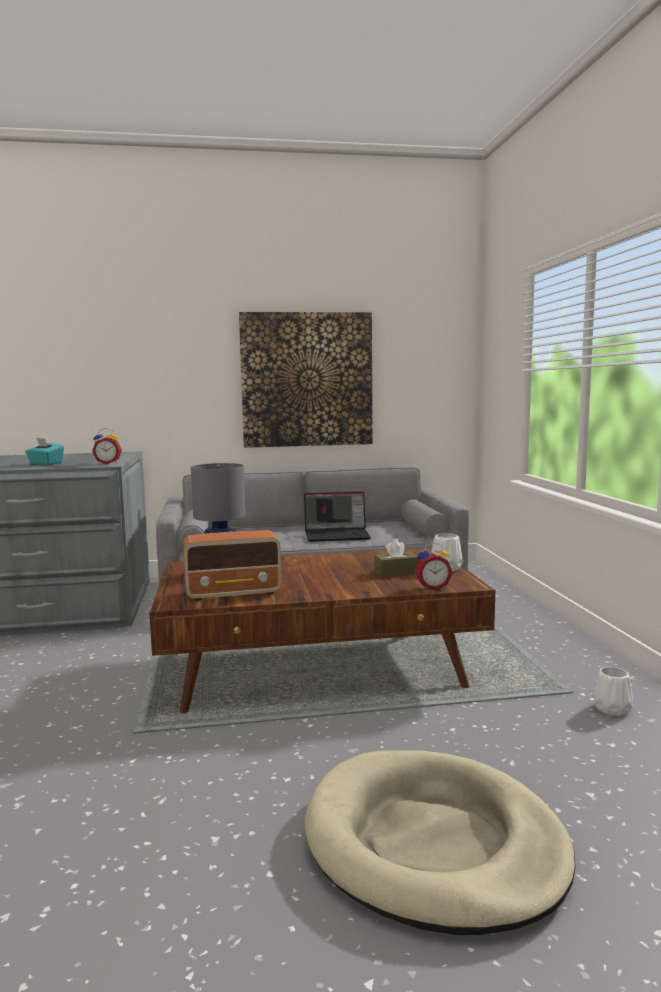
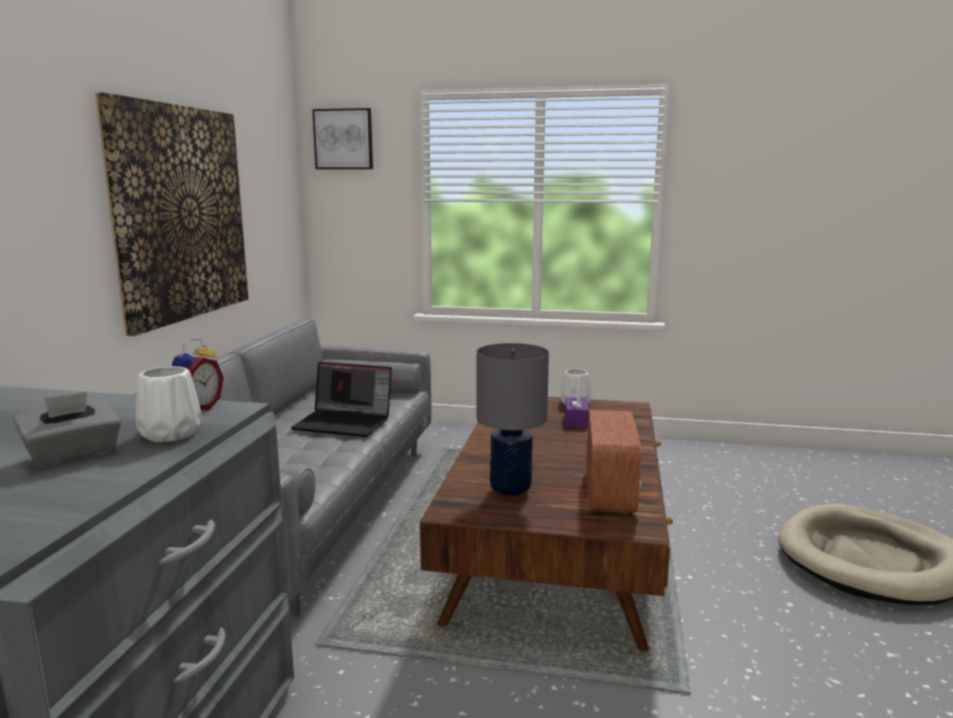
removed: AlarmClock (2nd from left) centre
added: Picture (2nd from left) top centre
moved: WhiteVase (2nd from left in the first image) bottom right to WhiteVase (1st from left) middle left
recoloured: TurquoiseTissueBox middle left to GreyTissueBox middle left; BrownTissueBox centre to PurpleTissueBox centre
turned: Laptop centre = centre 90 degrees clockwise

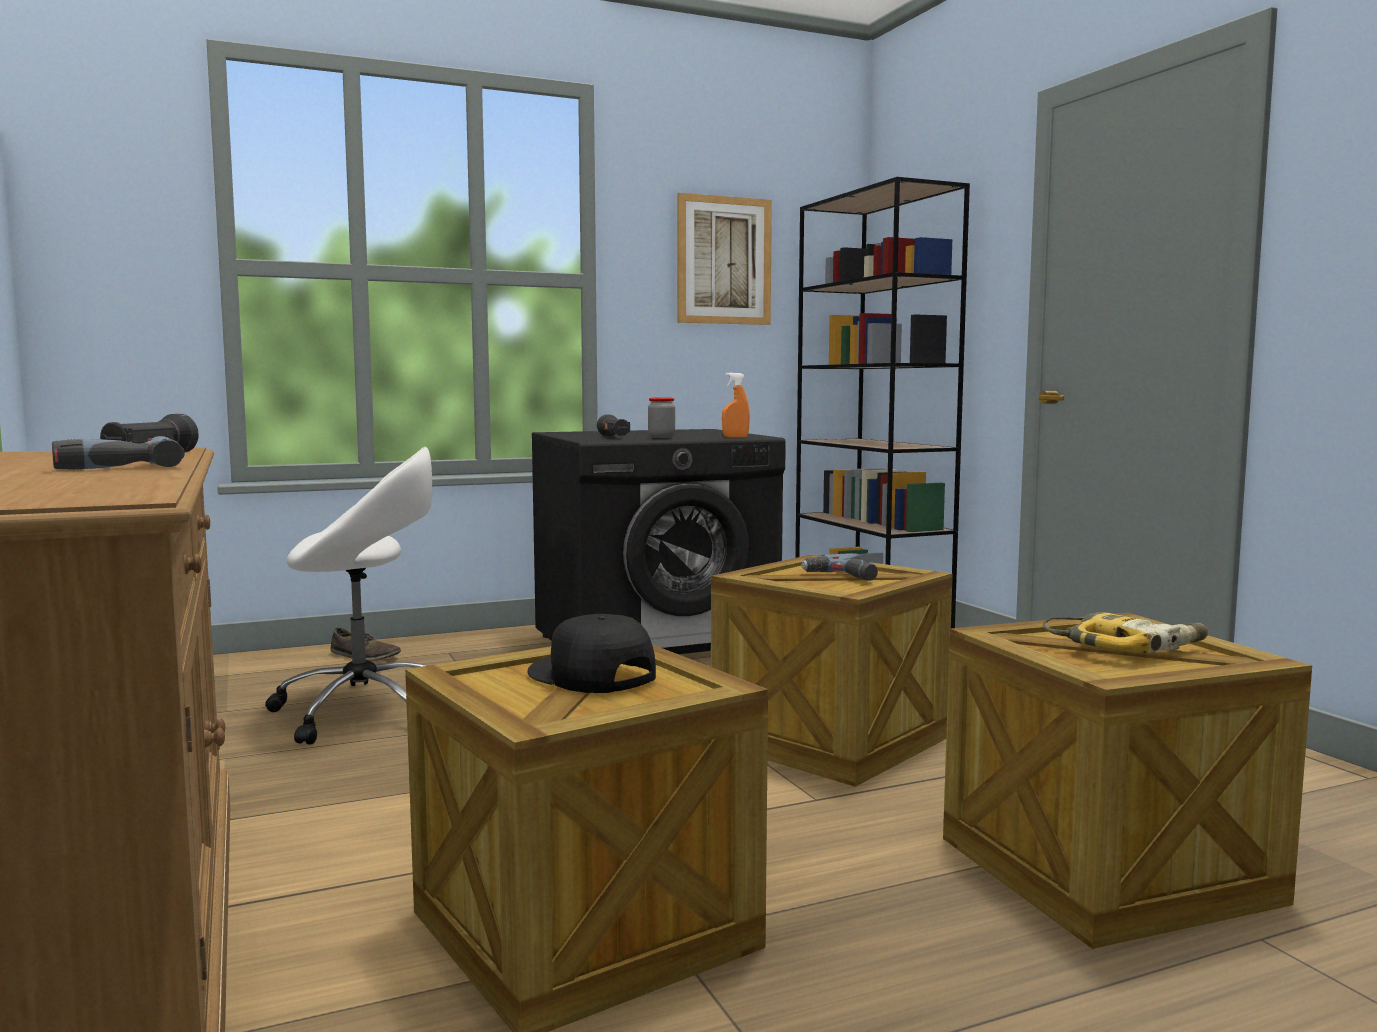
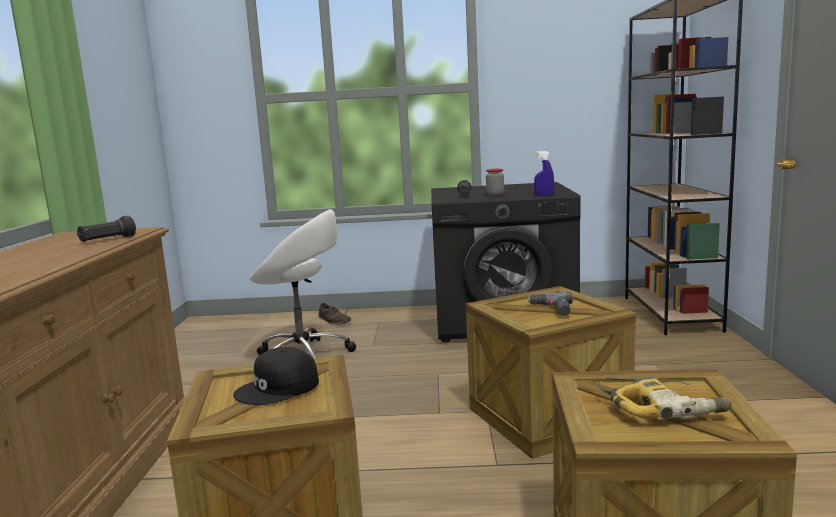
removed: PowerDrill (1st from left) middle left; Picture top centre
recoloured: OrangeSprayBottle centre to BlueSprayBottle centre
turned: BlackCap centre = bottom left 105 degrees counterclockwise

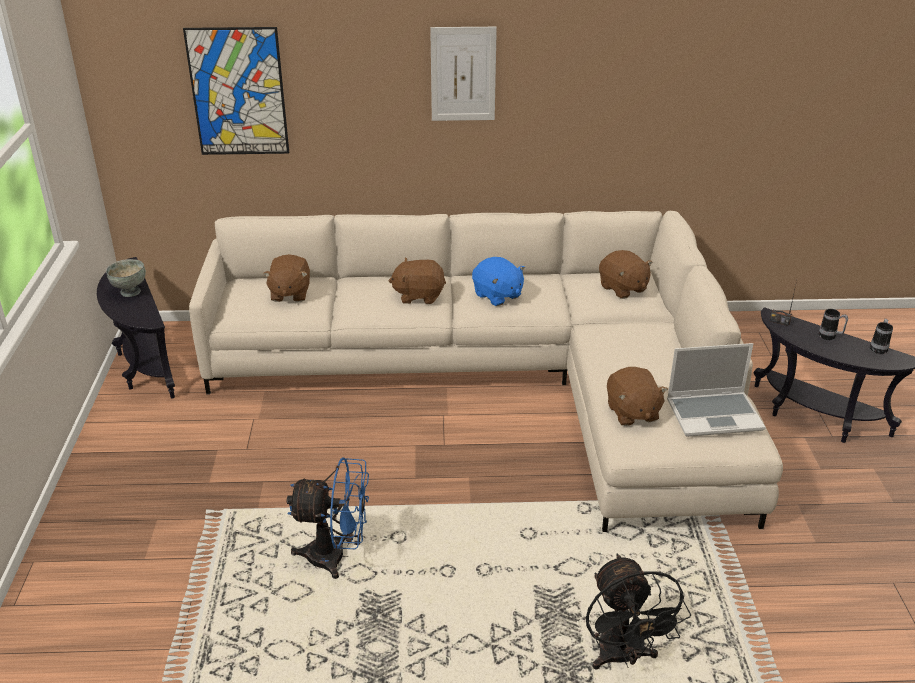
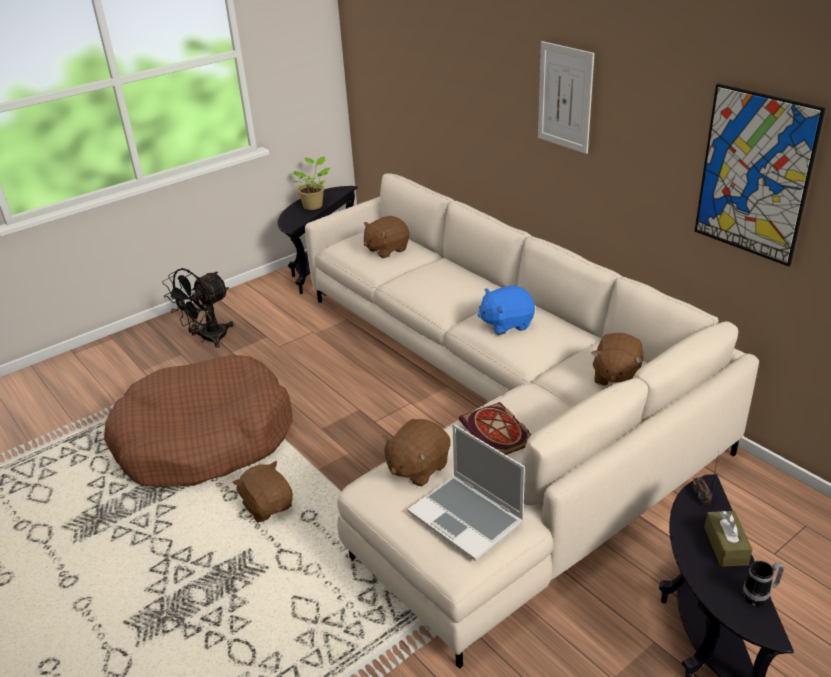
added: Book centre
moved: BlackFan bottom right to middle left; BrownPlushToy (2nd from left in the first image) centre to BrownPlushToy (1st from left) bottom left; Picture (1st from left in the first image) top left to Picture (2nd from left) top right
replaced: BlueFan bottom centre to BrownDogBed middle left; GreyBowl middle left to PottedPlant top centre; Mug (1st from left) middle right to BrownTissueBox bottom right
turned: BluePlushToy centre = centre 60 degrees clockwise

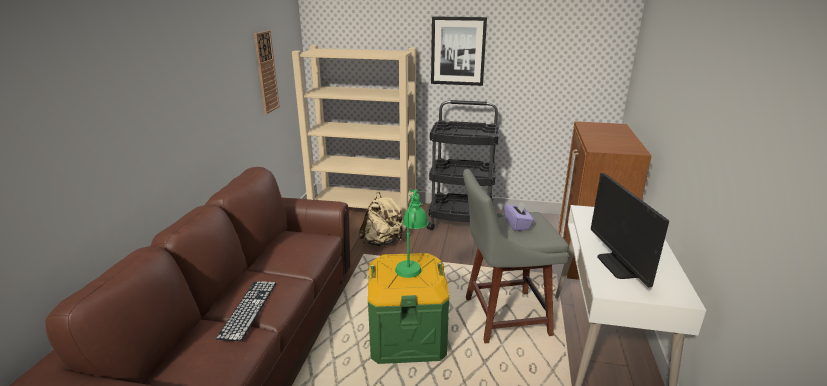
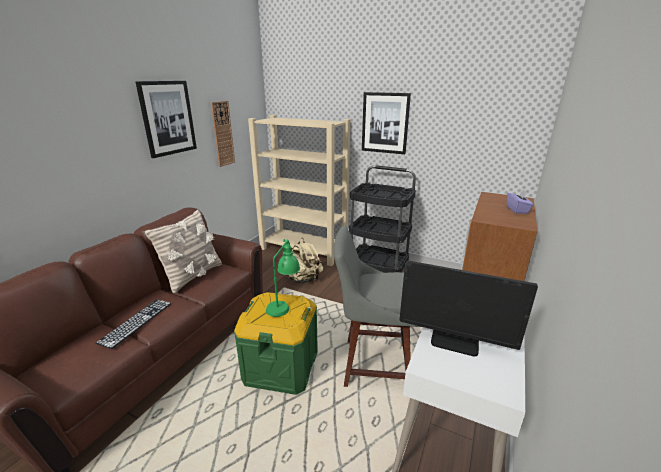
added: Picture (1st from left) top left; BeigePillow middle left
moved: PurpleTissueBox centre to middle right
turned: Monitor middle right = middle right 75 degrees counterclockwise

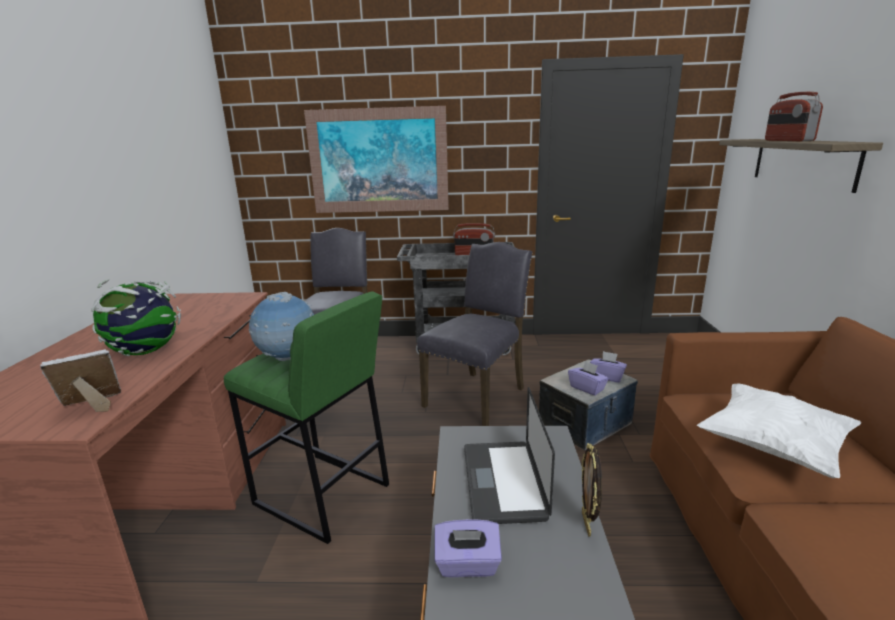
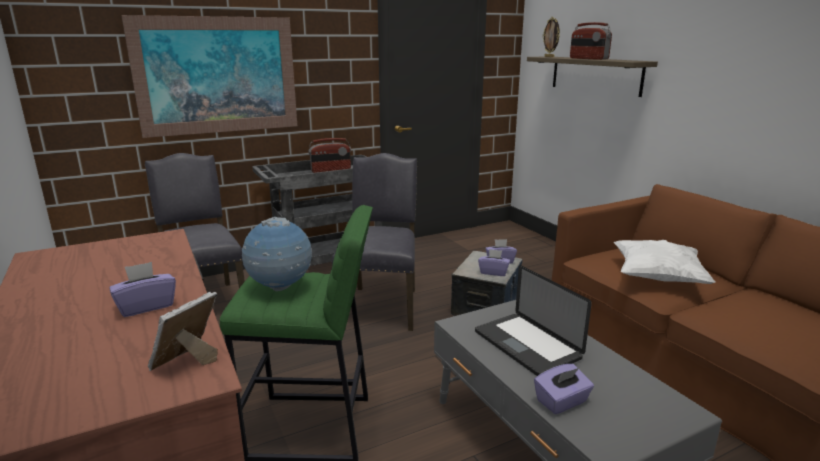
moved: PictureFrame (2nd from left) bottom centre to top right
replaced: Globe (1st from left) middle left to PurpleTissueBox (1st from left) middle left

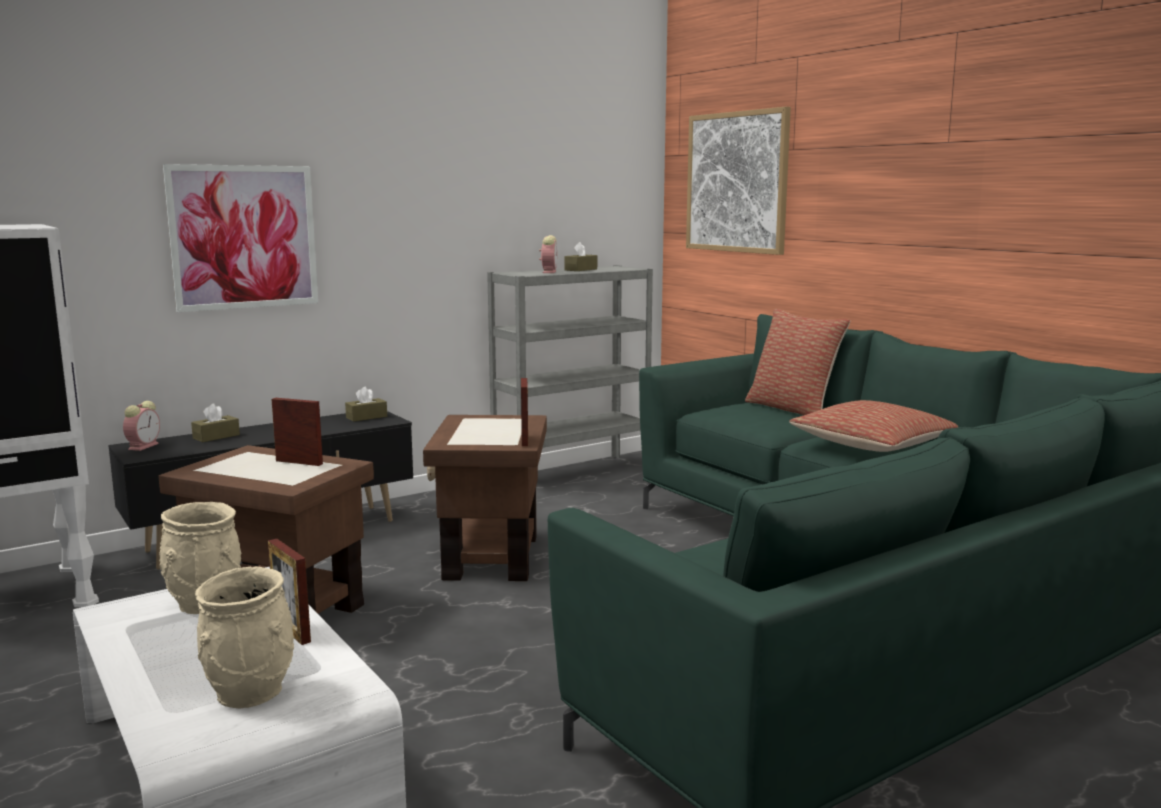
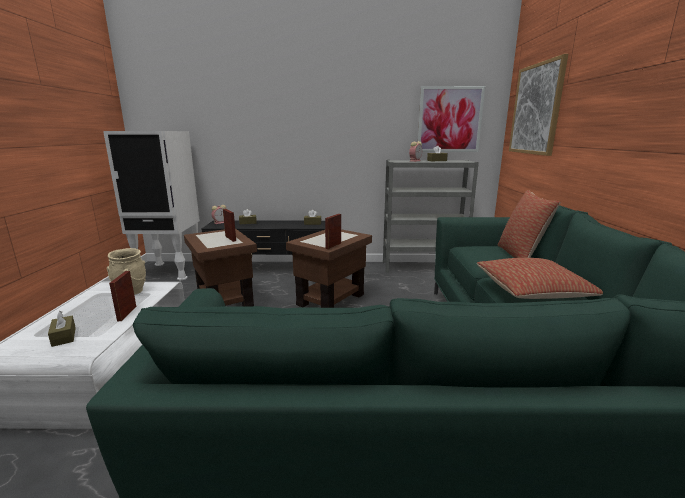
moved: Picture (1st from left) top left to top centre
replaced: BeigeVase (2nd from left) bottom left to BrownTissueBox (1st from left) middle left

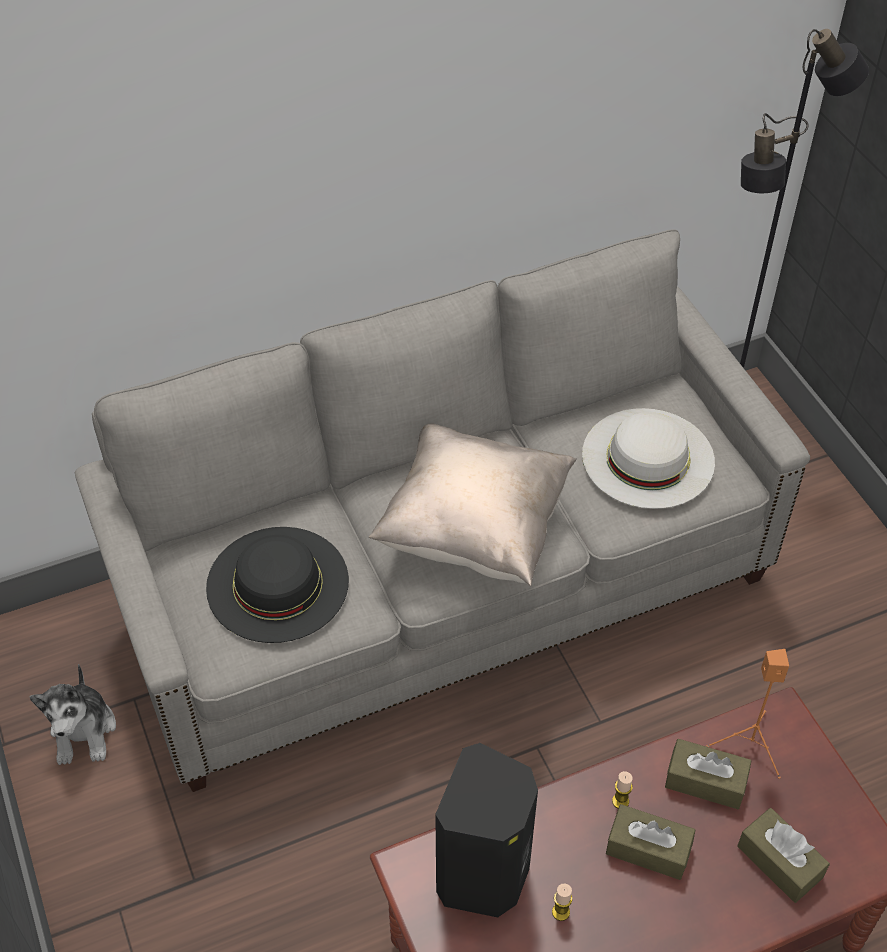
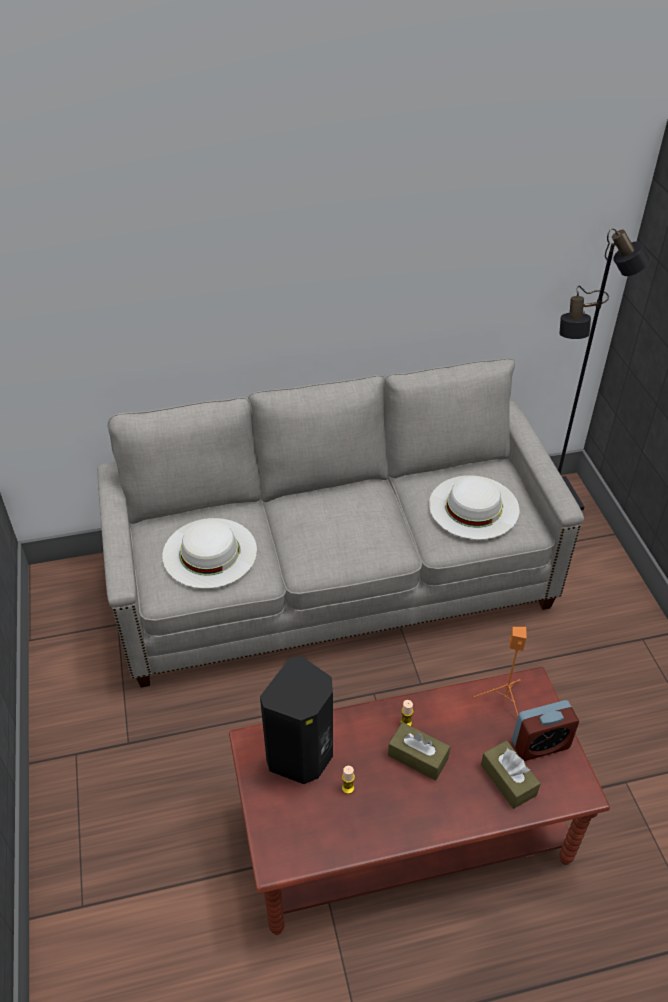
removed: PlushToy bottom left; BeigePillow centre; BrownTissueBox (2nd from left) bottom right
added: AlarmClock bottom right
recoloured: BlackHat middle left to WhiteHat (1st from left) middle left

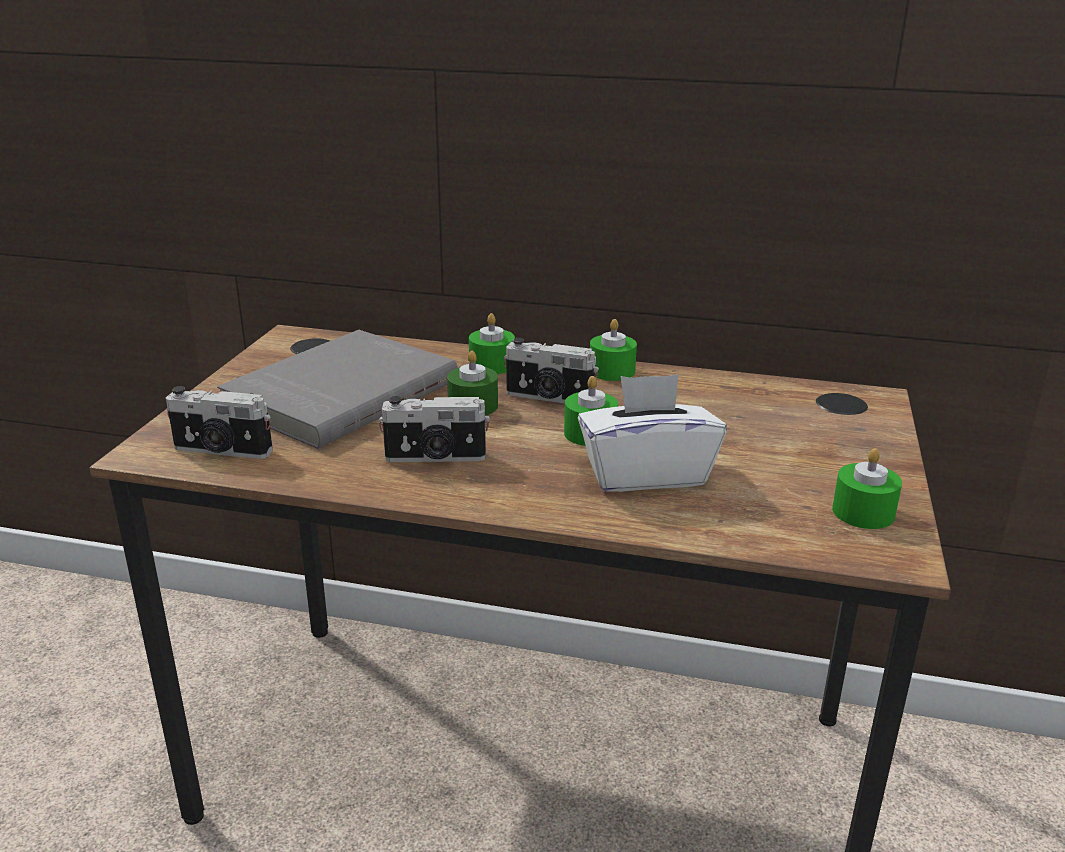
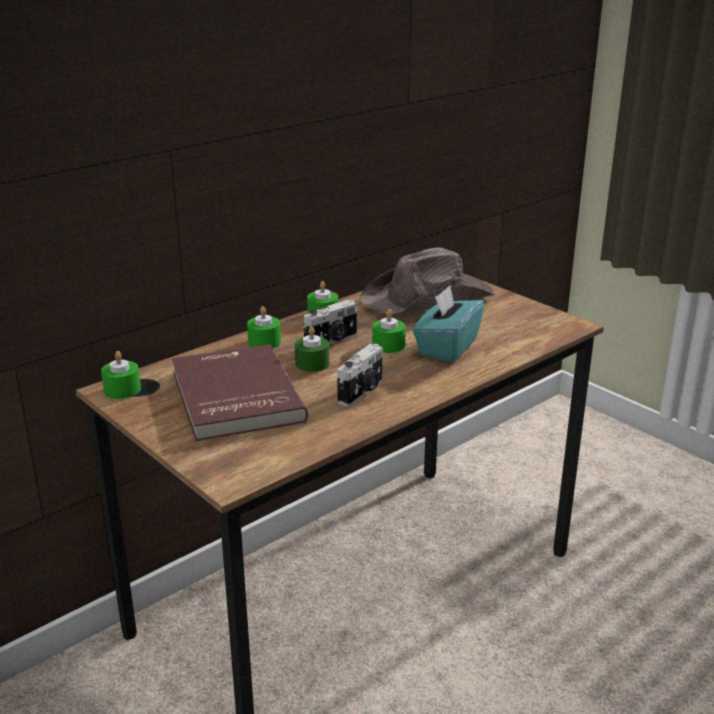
removed: PhotoCamera (1st from left) middle left
added: BrownHat centre
moved: GreenCandle (5th from left in the first image) middle right to GreenCandle (1st from left) middle left
recoloured: GreyBook middle left to RedBook centre; WhiteTissueBox centre to TurquoiseTissueBox centre

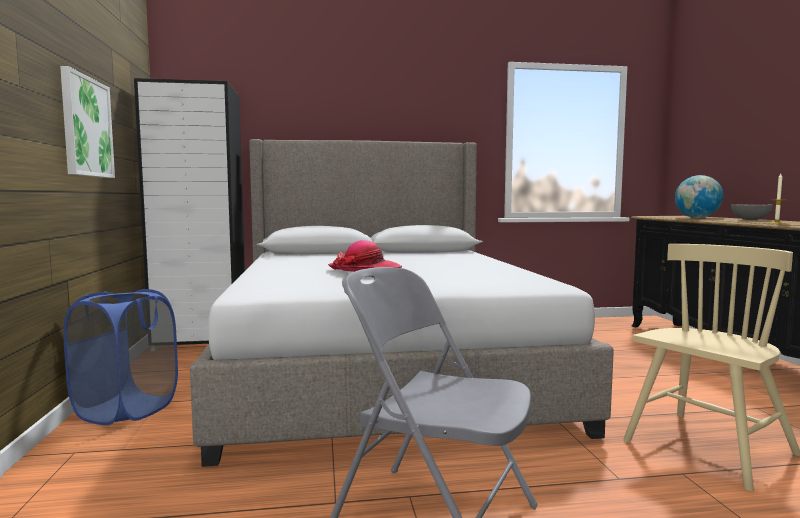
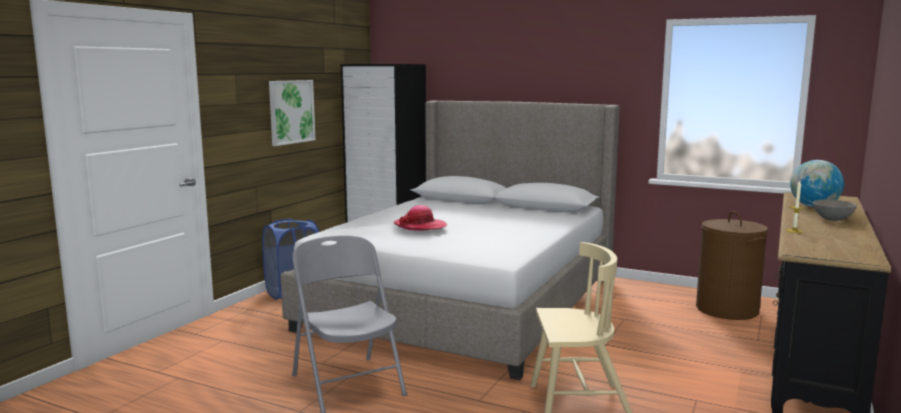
added: BrownLaundryBasket middle right

